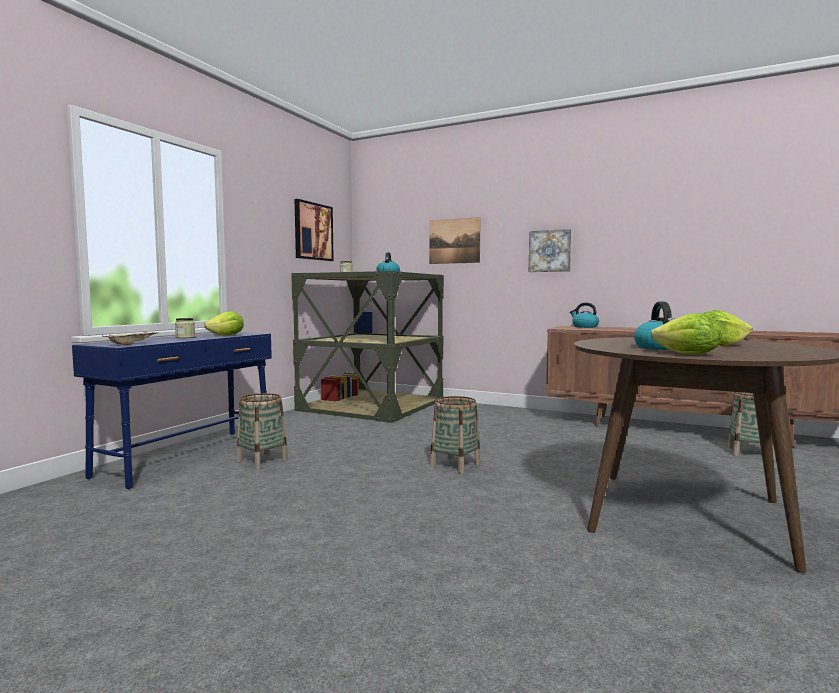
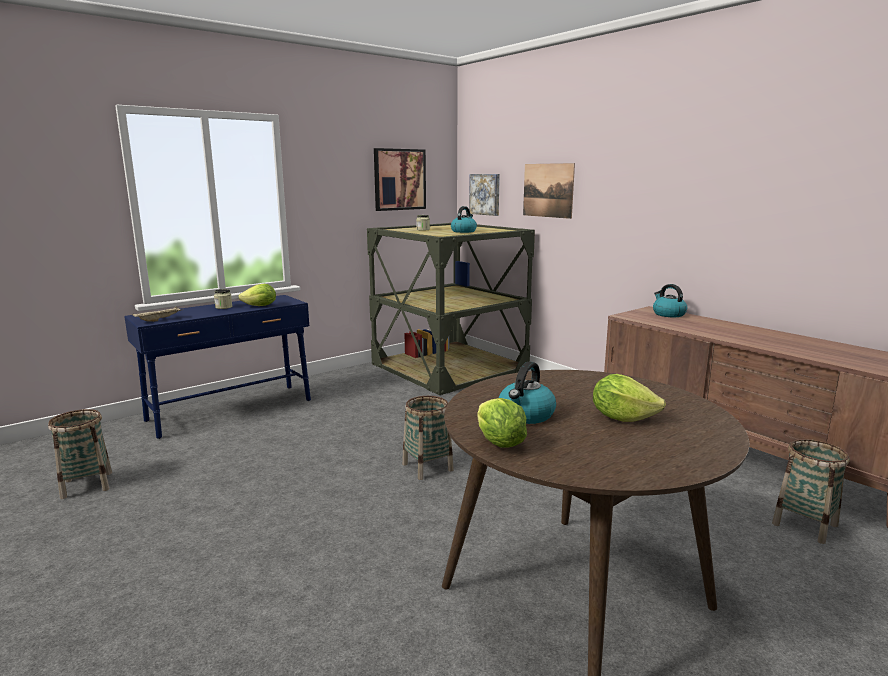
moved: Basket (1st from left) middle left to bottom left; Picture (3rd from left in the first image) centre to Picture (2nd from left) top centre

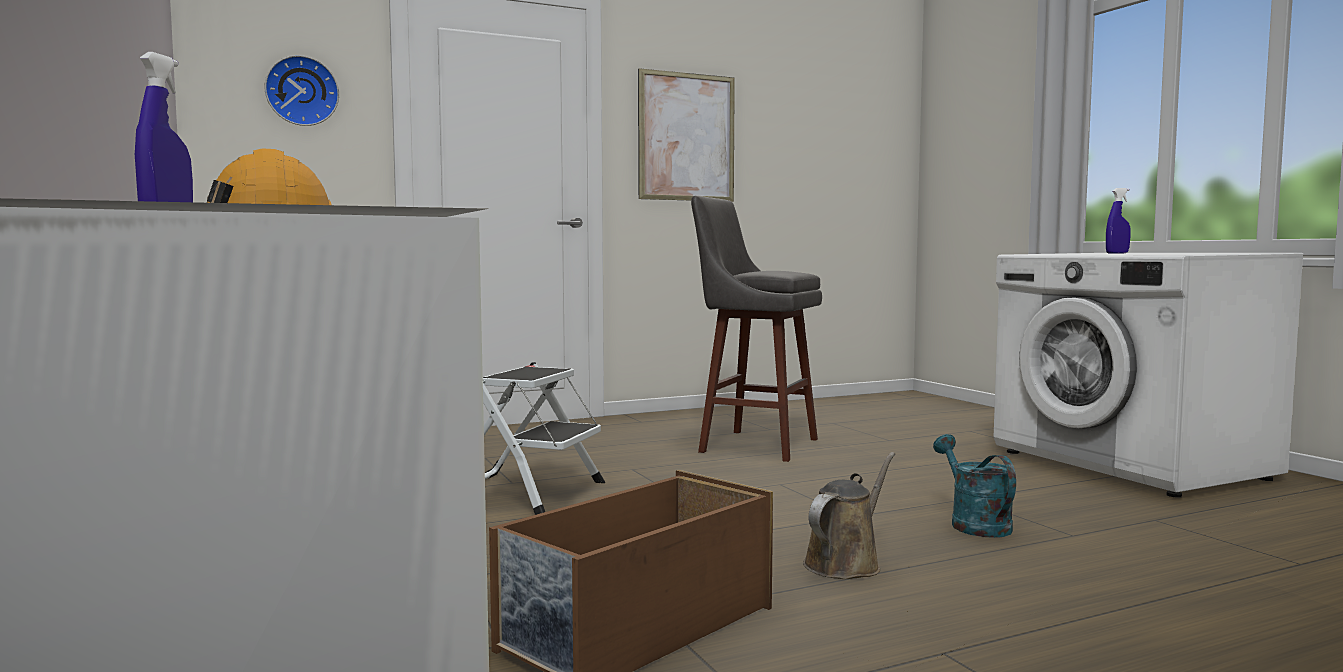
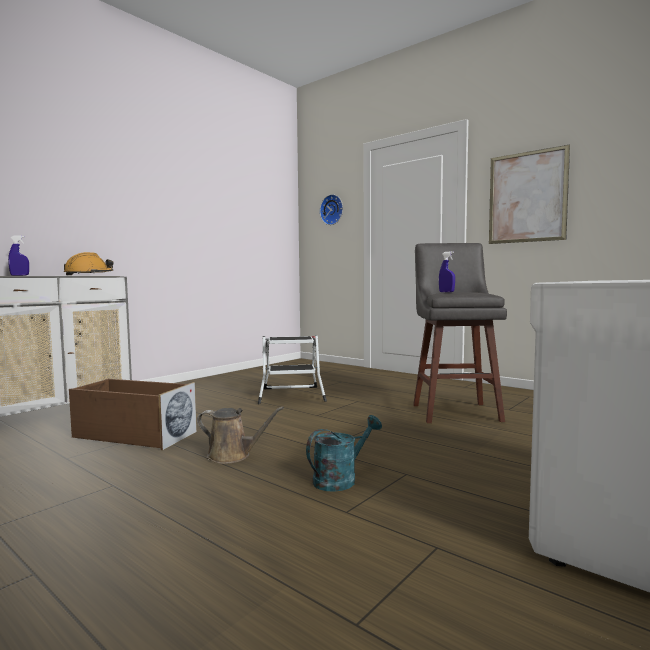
moved: BlueSprayBottle (2nd from left) top right to middle right

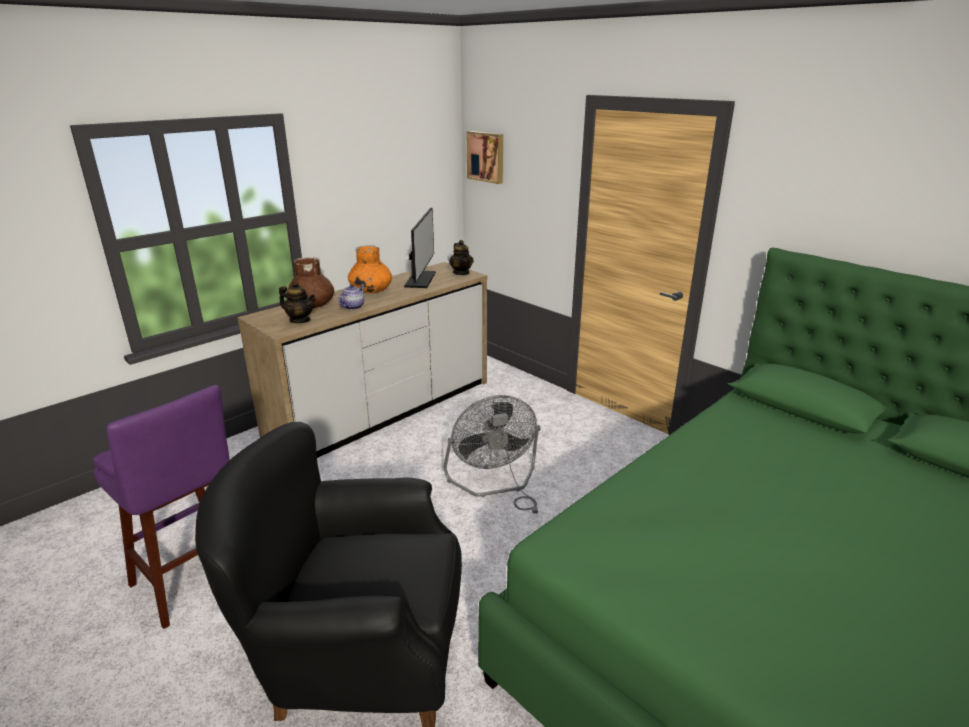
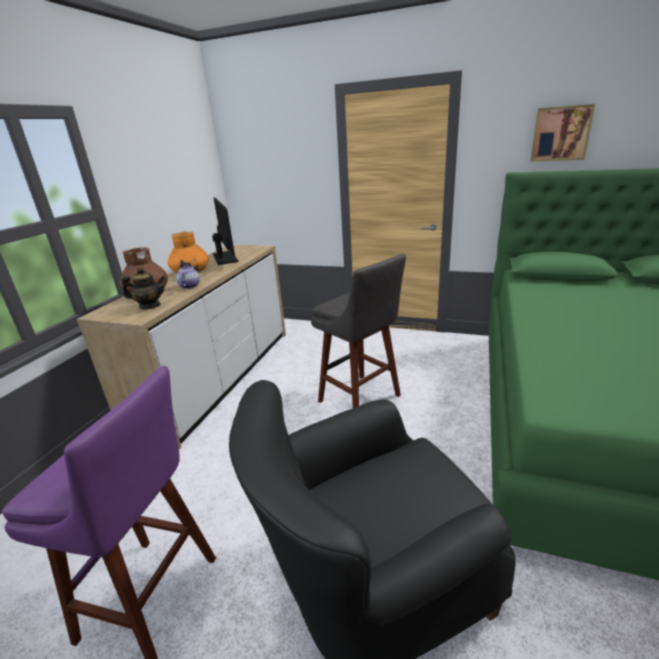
removed: Teapot (3rd from left) centre
moved: Picture top centre to top right
replaced: GreyFan centre to GreyStool centre

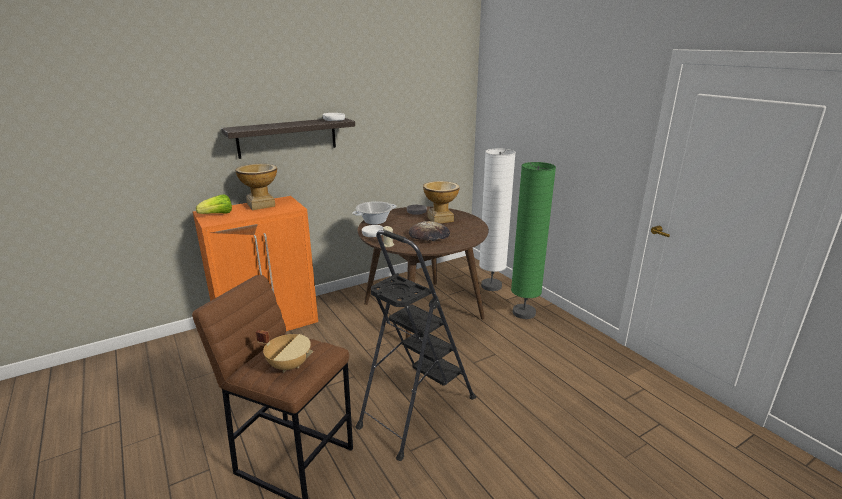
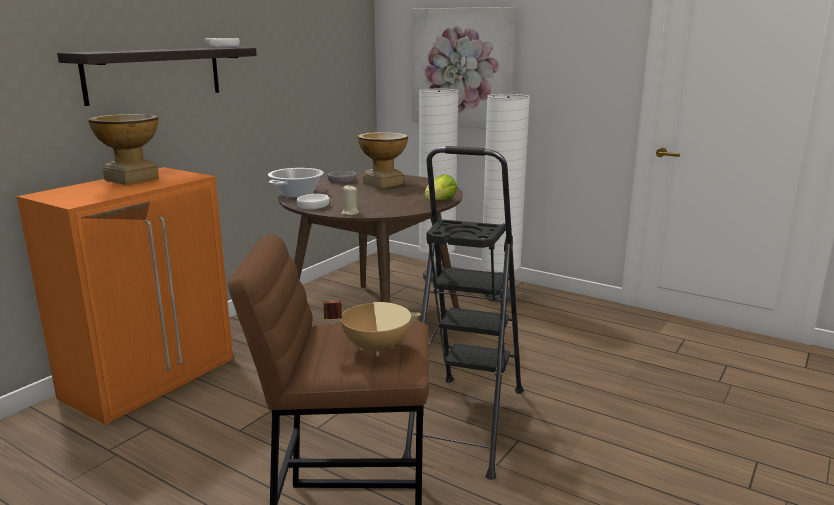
removed: Bread centre
added: Picture top centre
moved: Lettuce middle left to centre
recoloured: GreenFloorLamp centre to WhiteFloorLamp (2nd from left) centre

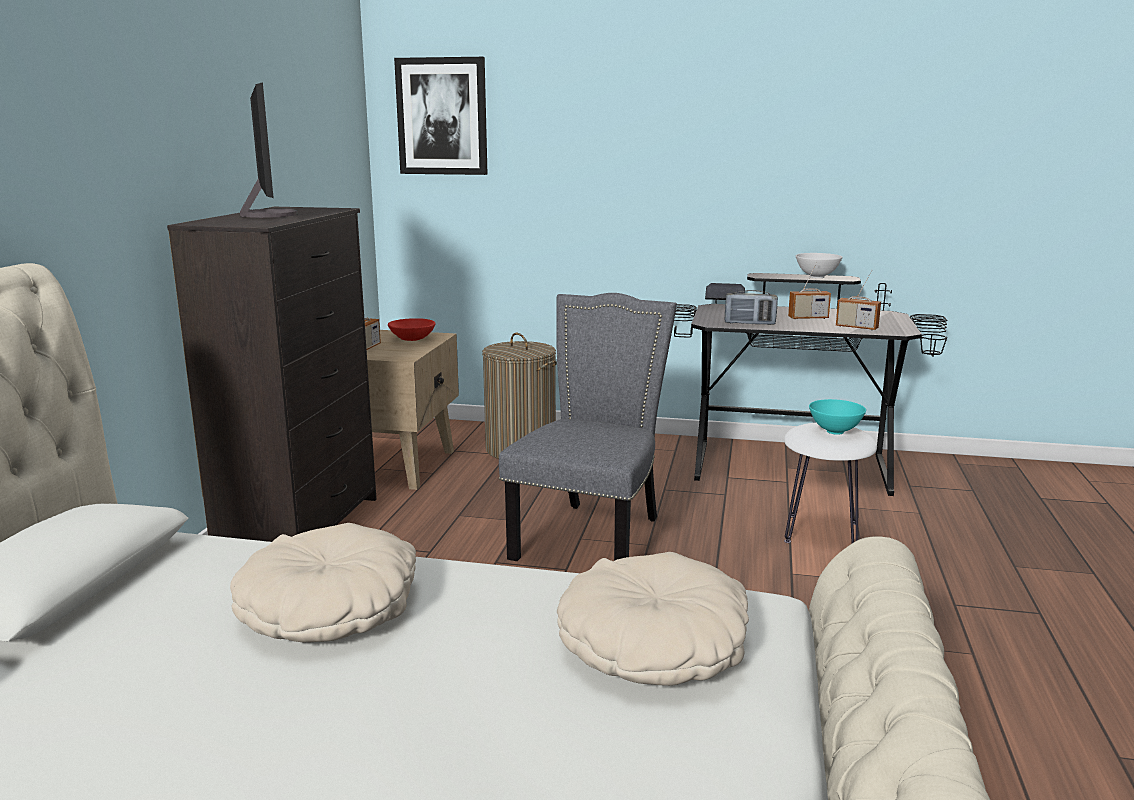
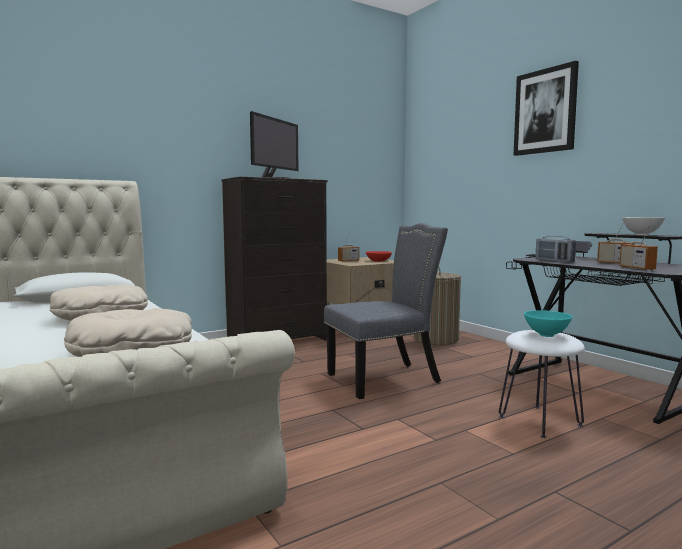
moved: Picture top centre to top right

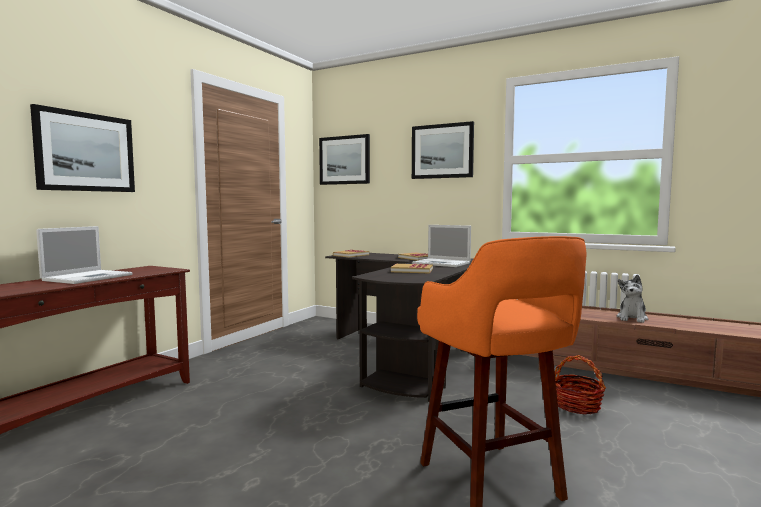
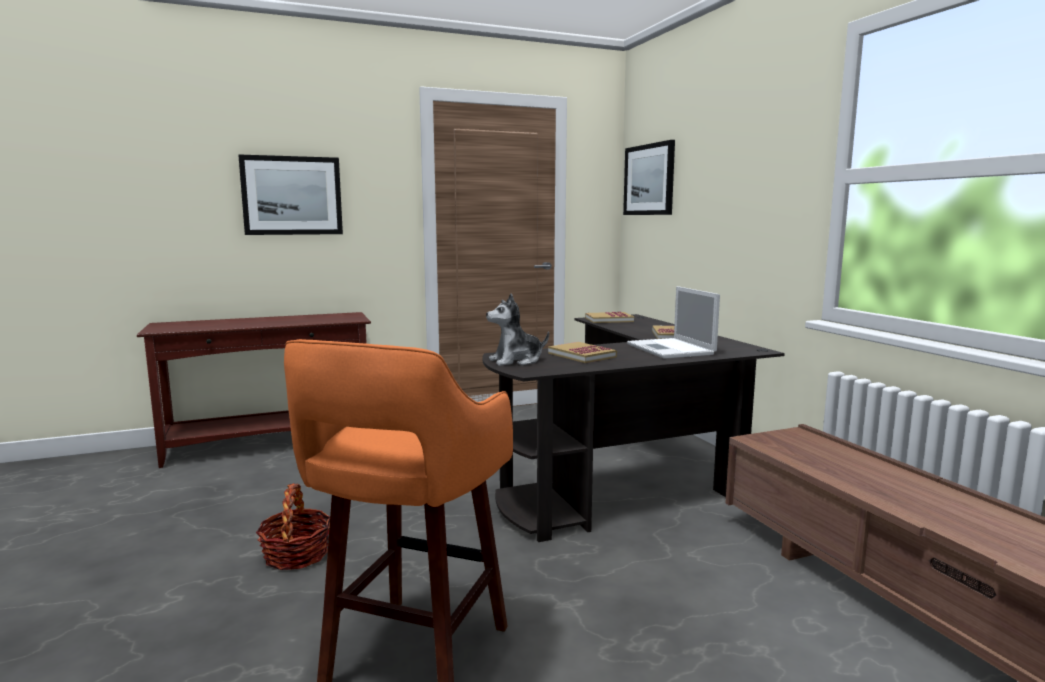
removed: Laptop (1st from left) middle left; Picture (3rd from left) top centre
moved: Basket bottom right to bottom left; PlushToy middle right to centre

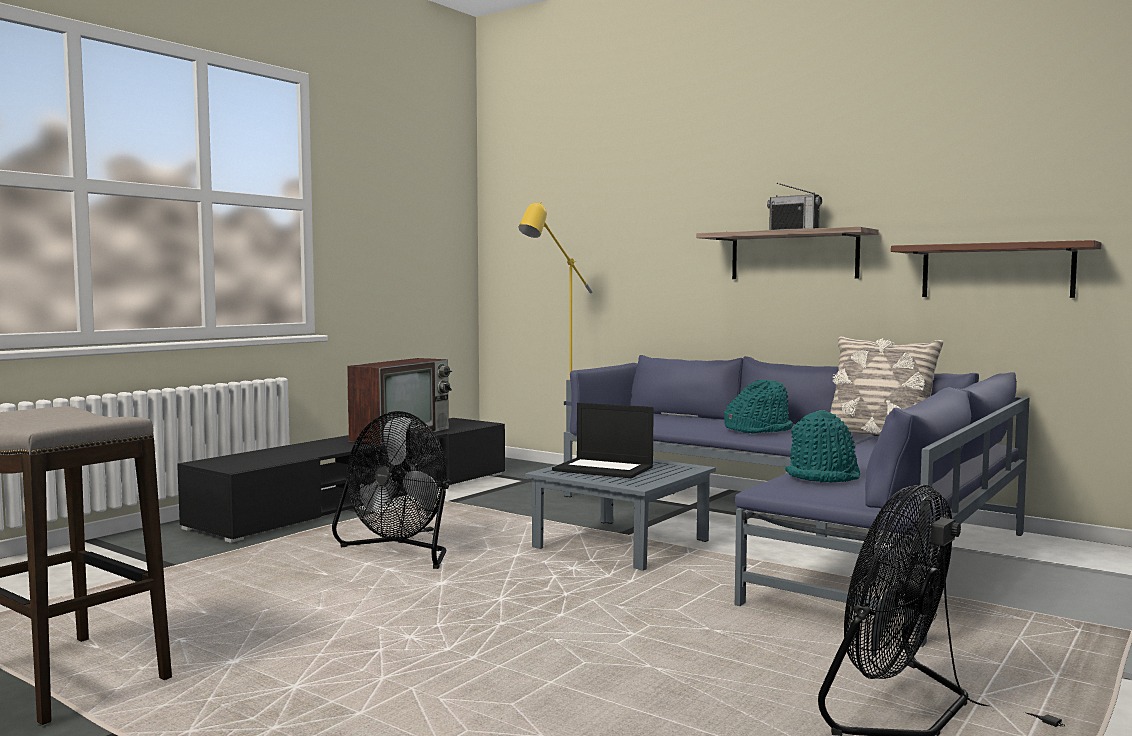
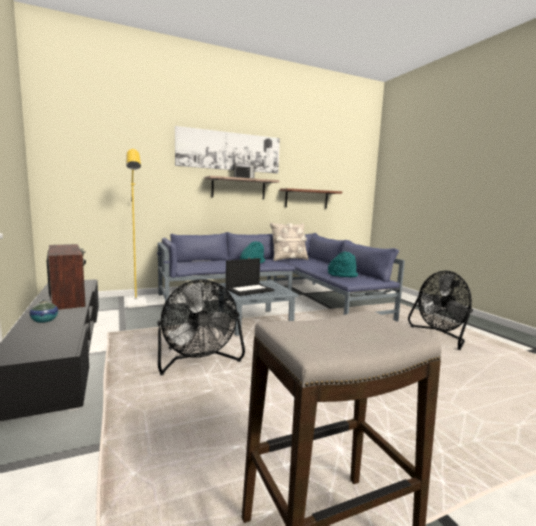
added: Vase middle left; Picture top centre

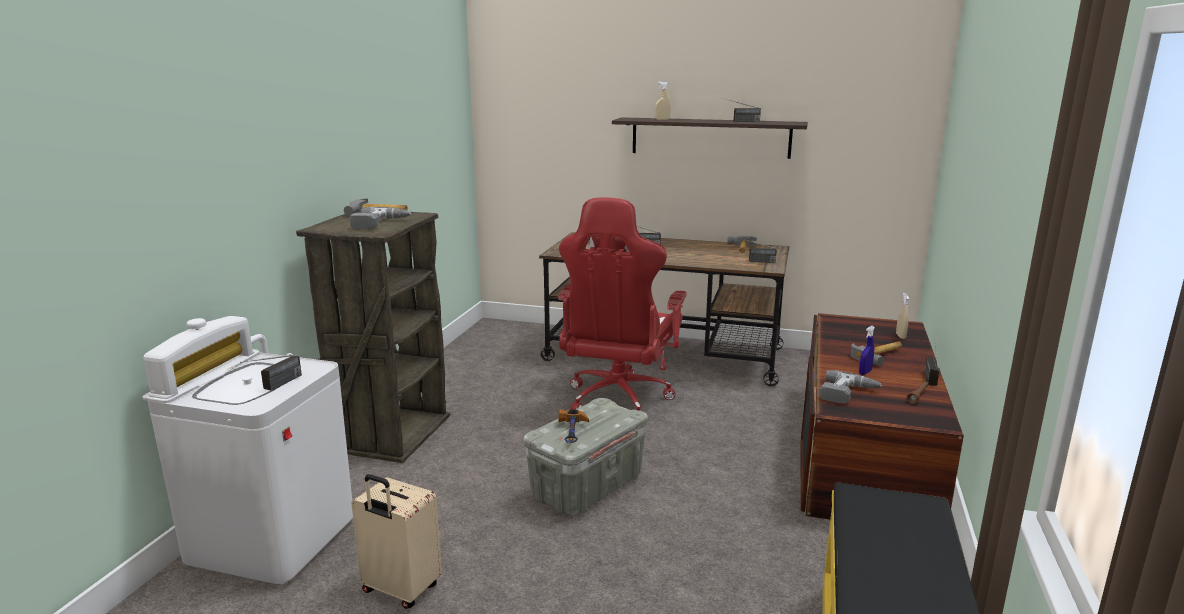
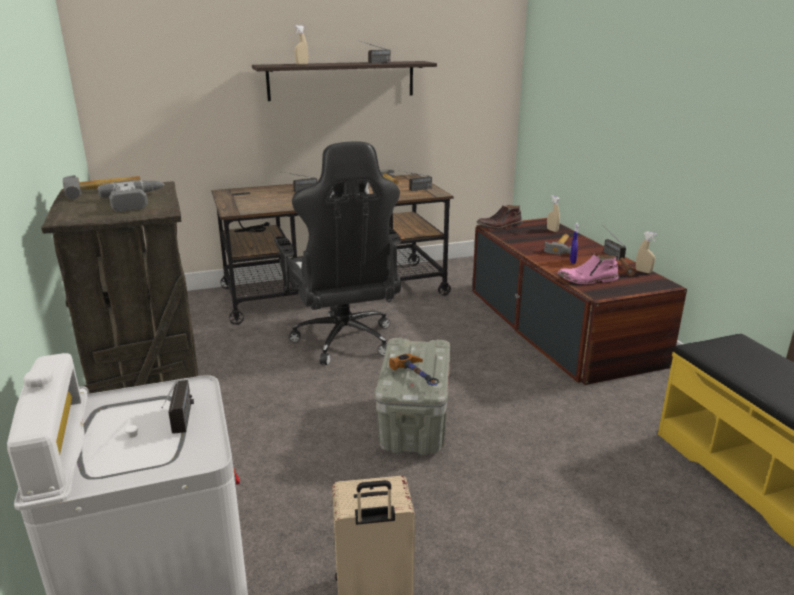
added: BrownBoot centre; BeigeSprayBottle (3rd from left) middle right
replaced: PowerDrill (2nd from left) middle right to PinkBoot middle right
recoloured: RedOfficeChair centre to BlackOfficeChair centre

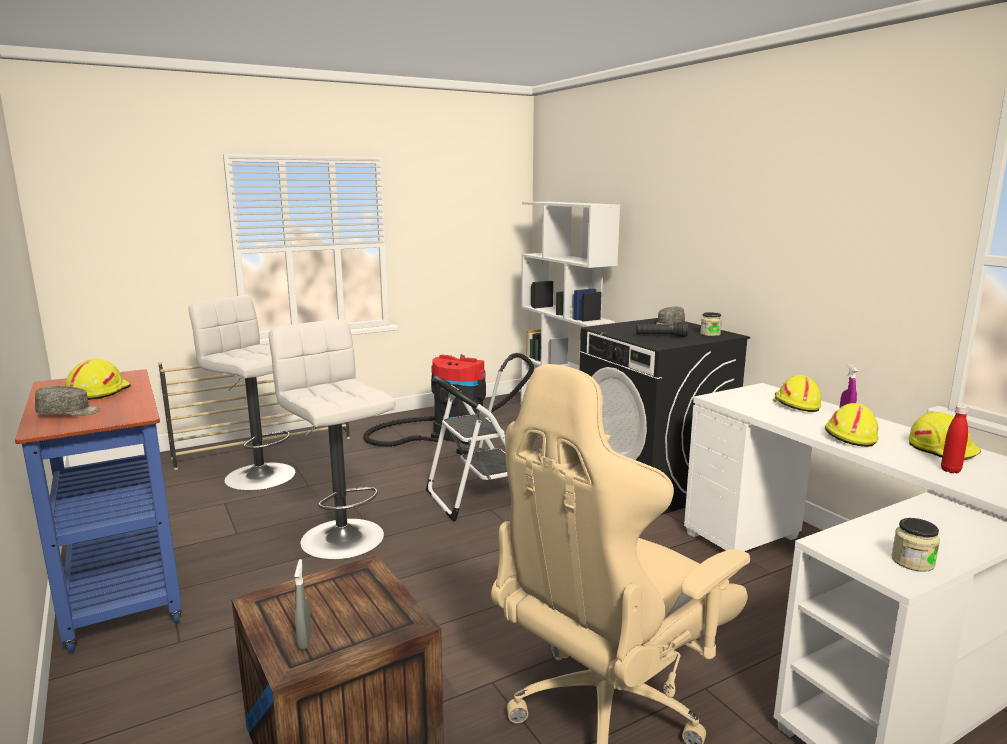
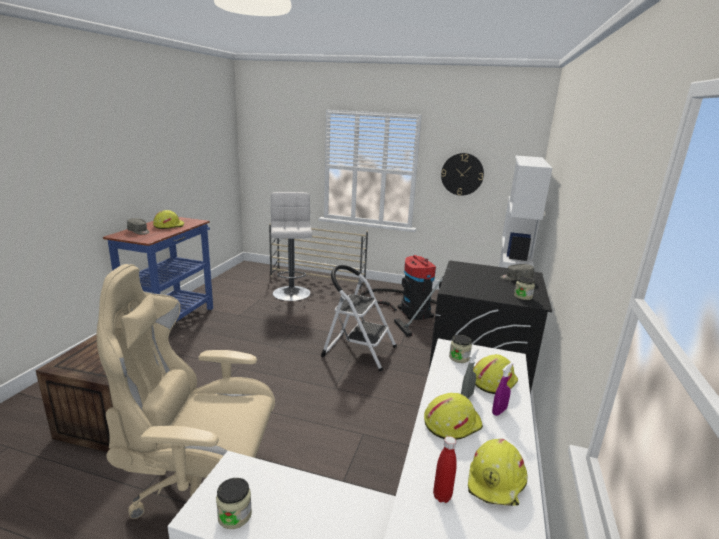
removed: WhiteStool (2nd from left) middle left; BlackFlashlight centre
added: WallClock top centre; Jar (2nd from left) centre
moved: GreySprayBottle bottom left to bottom centre

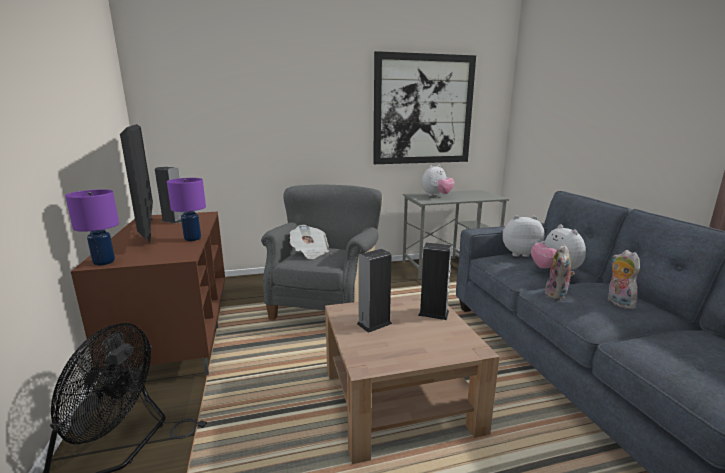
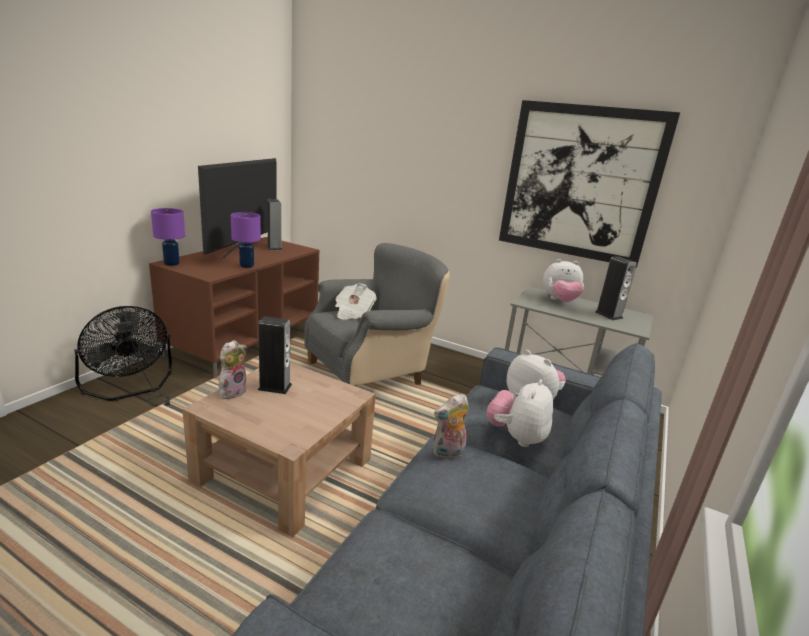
moved: PlushToy (5th from left in the first image) middle right to PlushToy (1st from left) middle left; Speaker (3rd from left) centre to middle right

